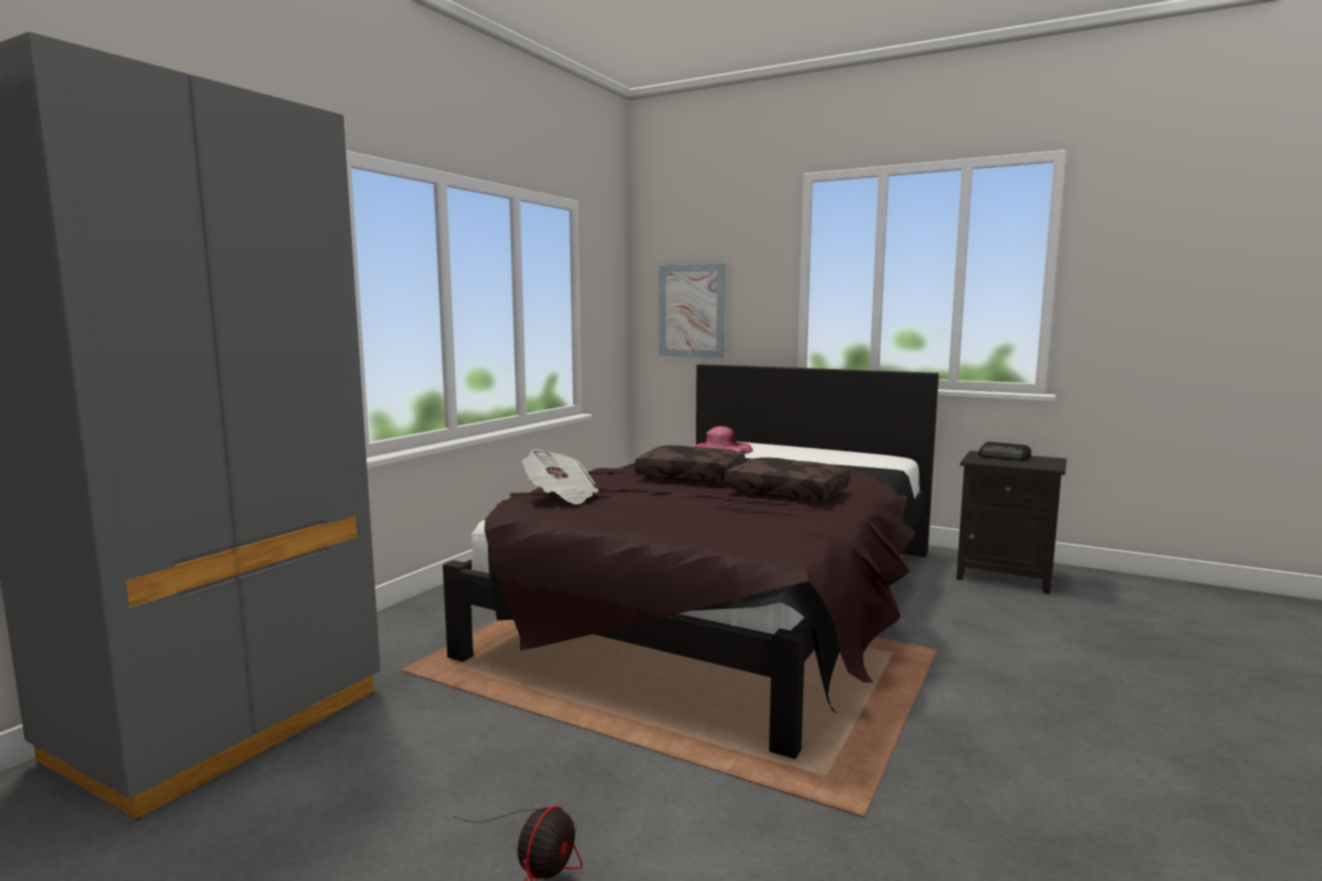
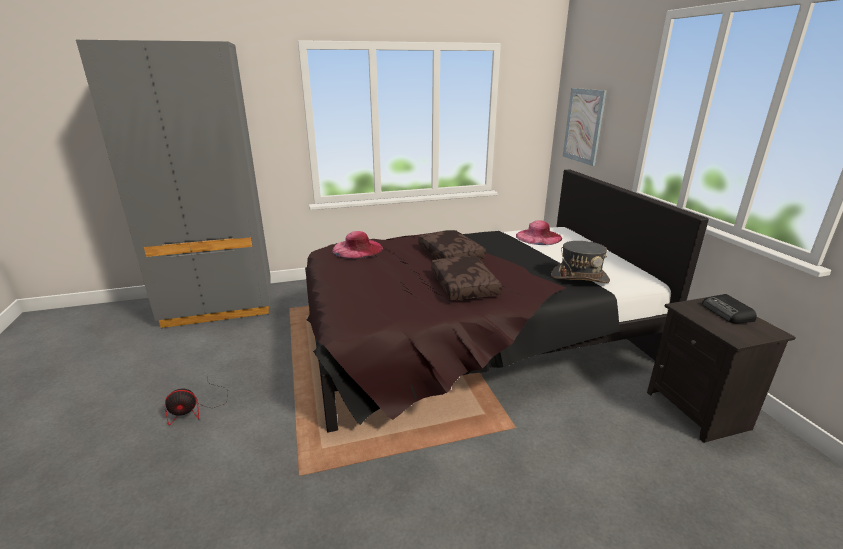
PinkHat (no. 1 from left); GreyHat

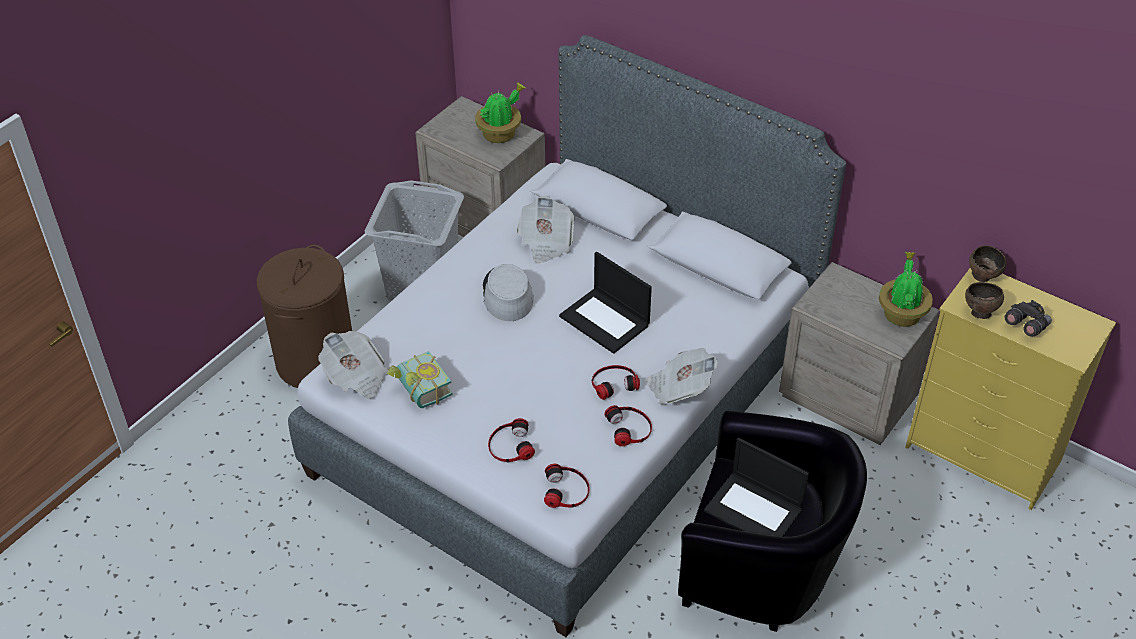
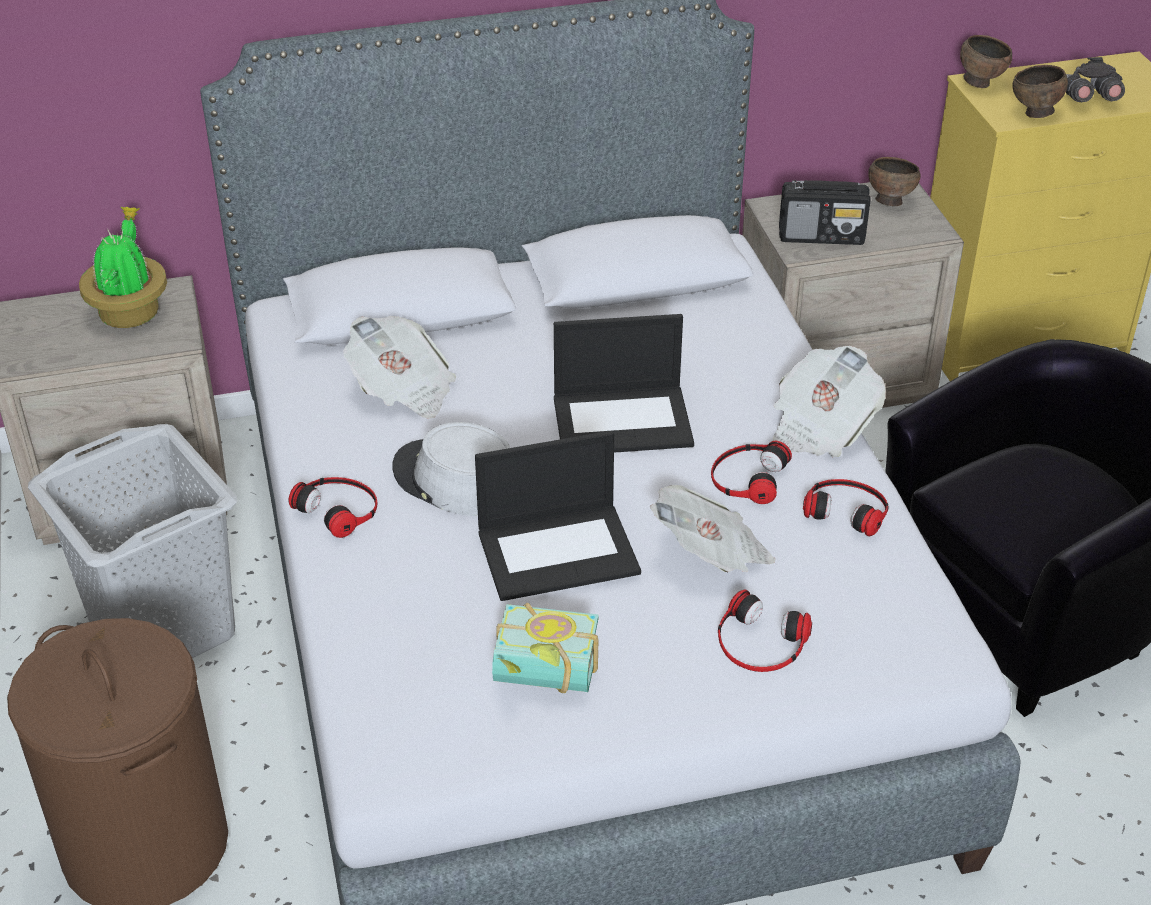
Newspaper (no. 2 from left); Headphones (no. 1 from left); Laptop (no. 1 from left); BrownBowl (no. 1 from left); Radio

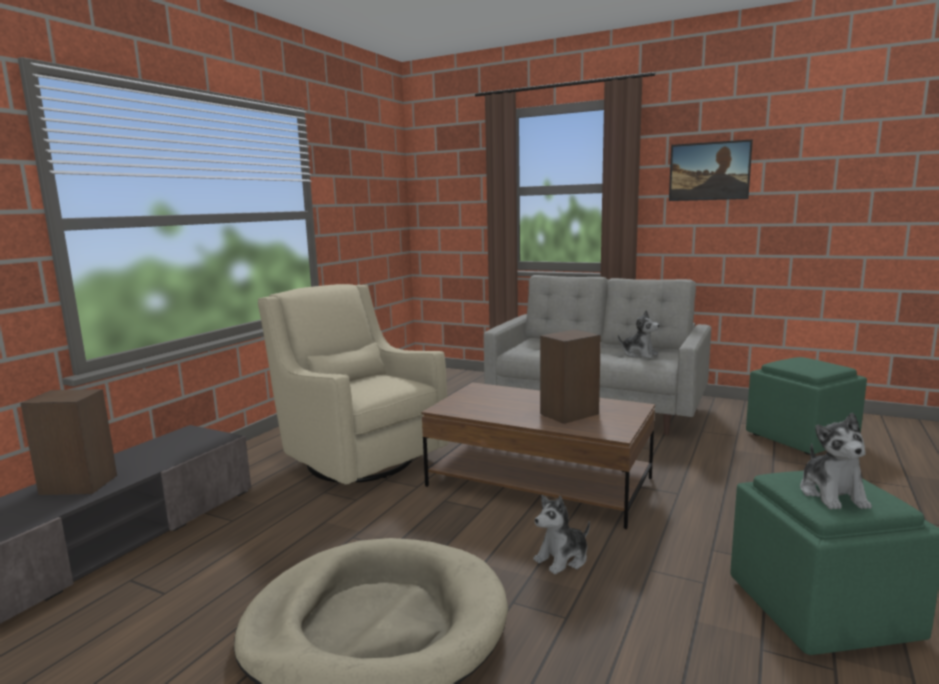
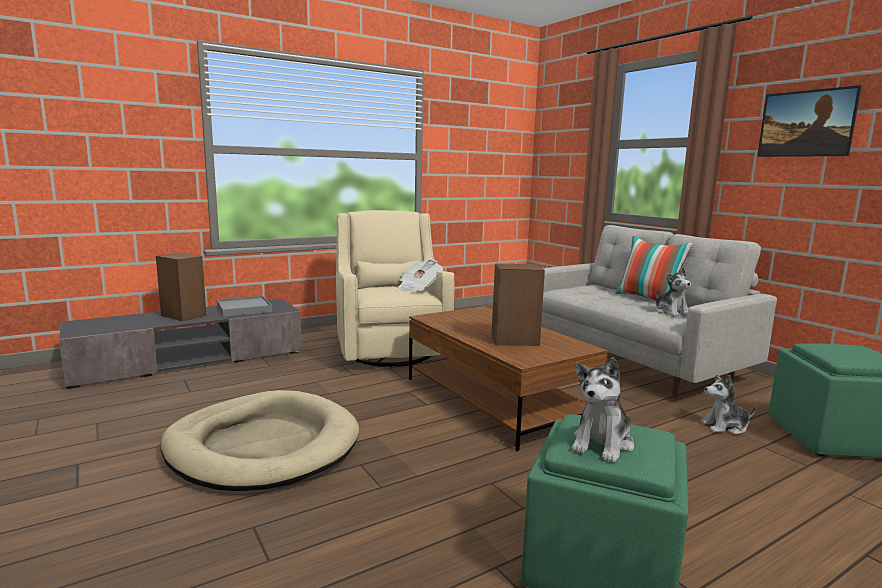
PlushToy (no. 3 from left); GreyTray; Newspaper; Pillow

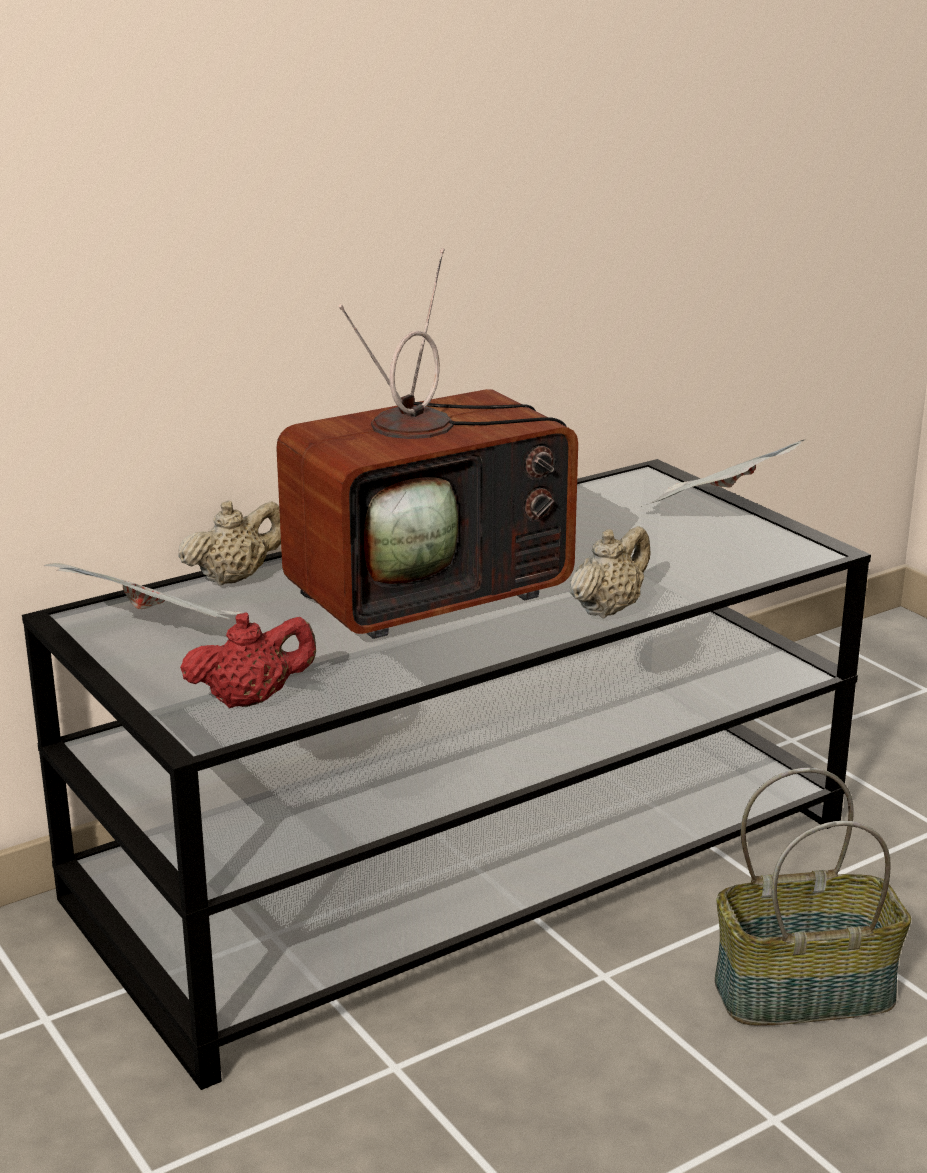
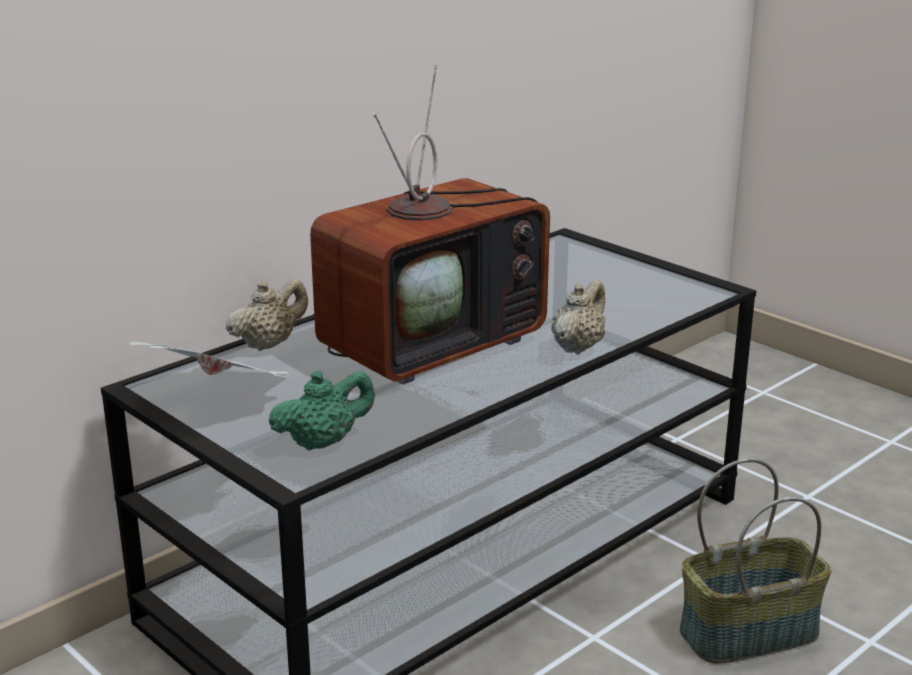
GreenTeapot; Newspaper (no. 2 from left in the first image)

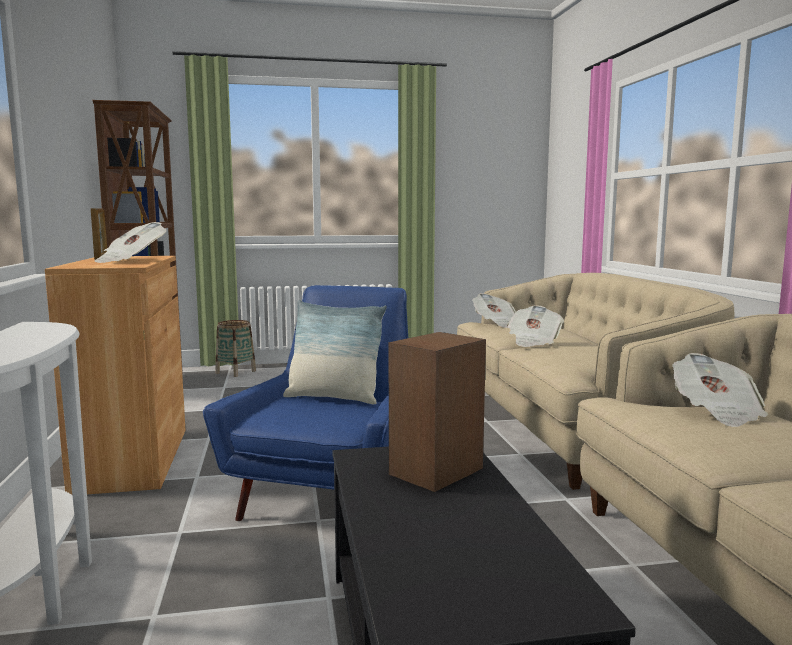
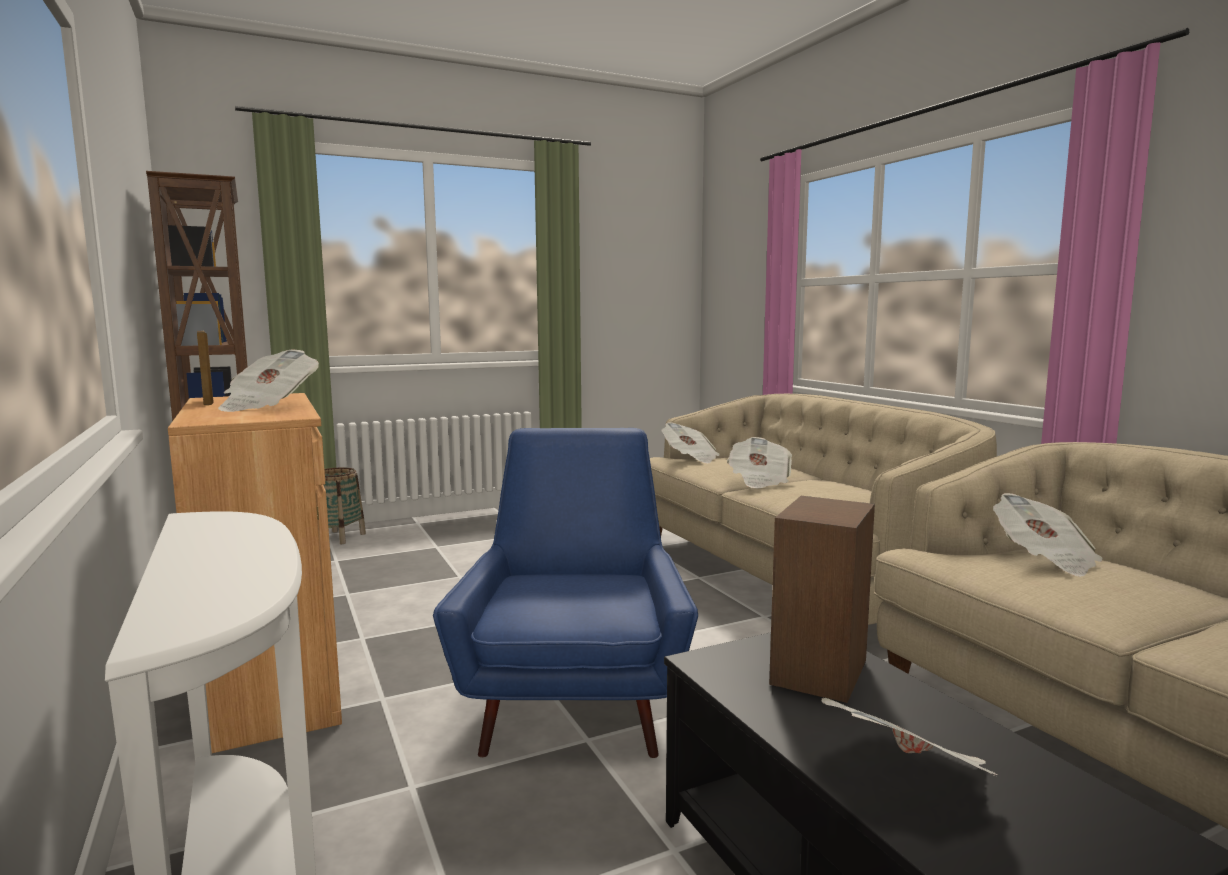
Pillow; Newspaper (no. 4 from left)

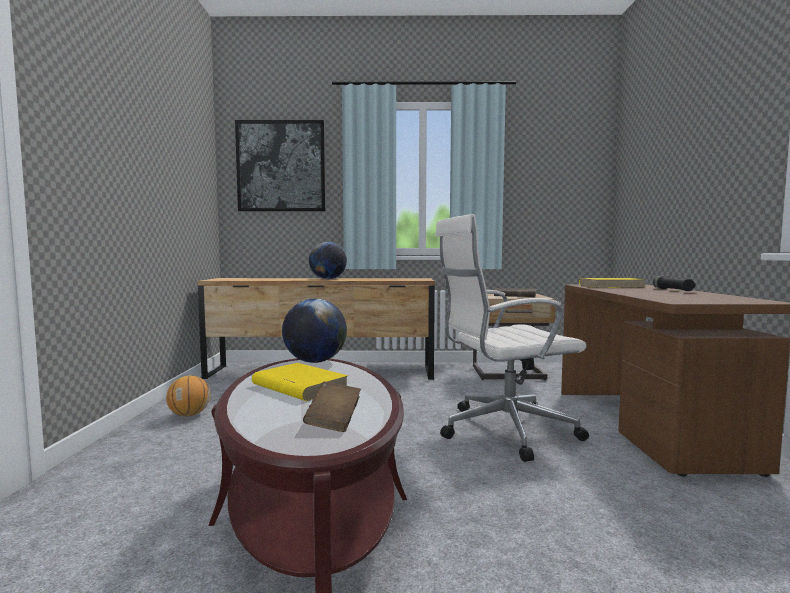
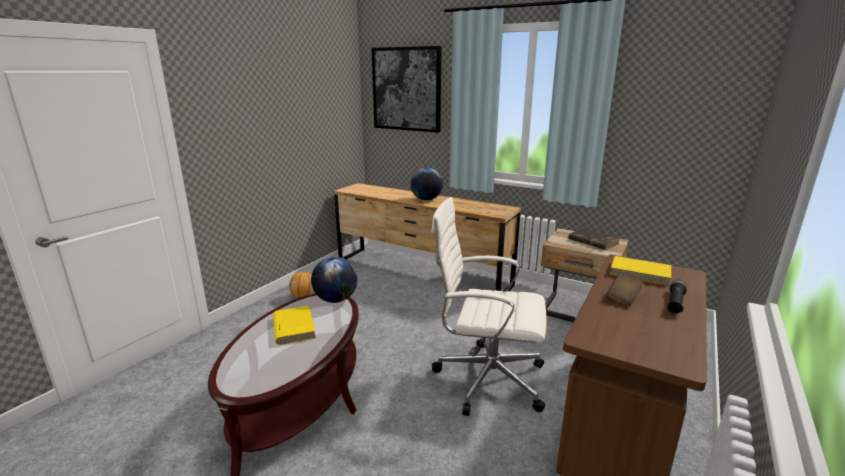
BrownBook (no. 2 from left)

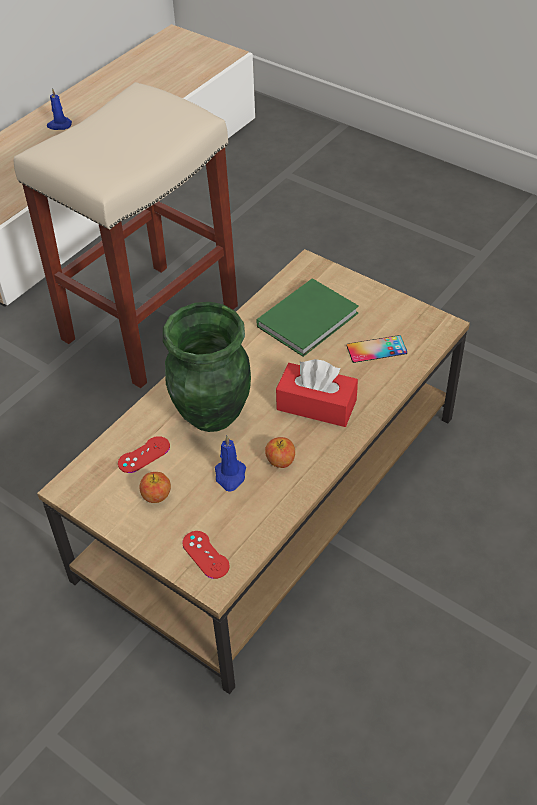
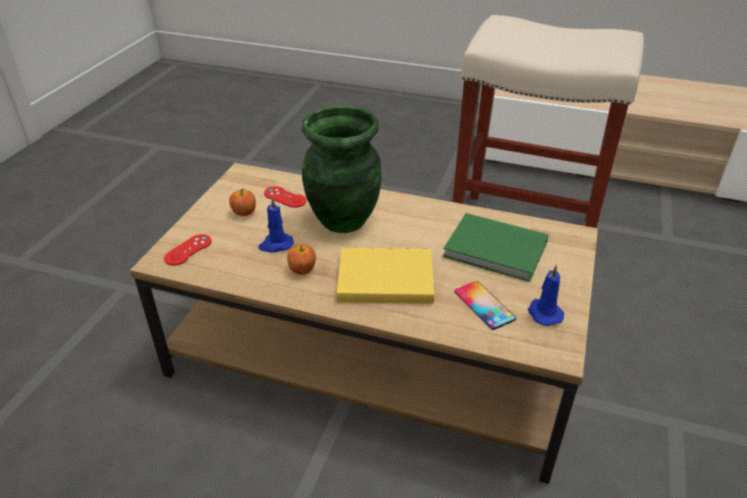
BlueCandle (no. 2 from left); YellowBook

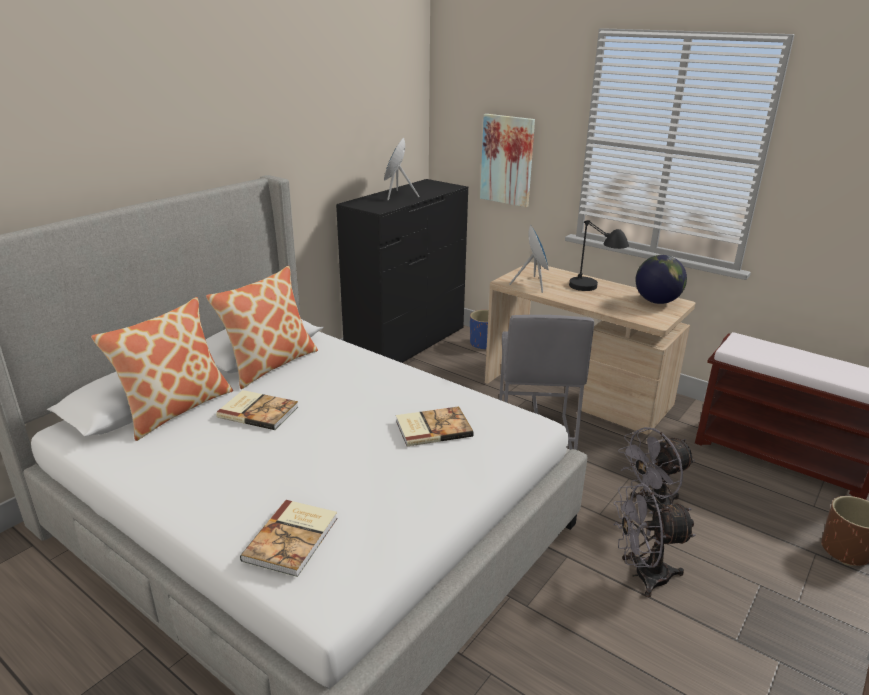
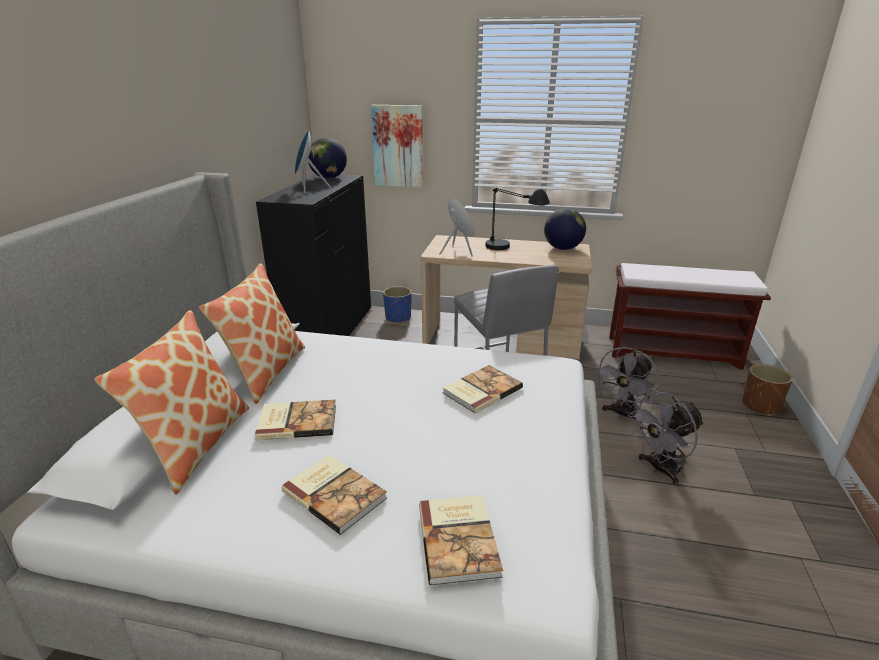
Book (no. 2 from left); Globe (no. 1 from left)

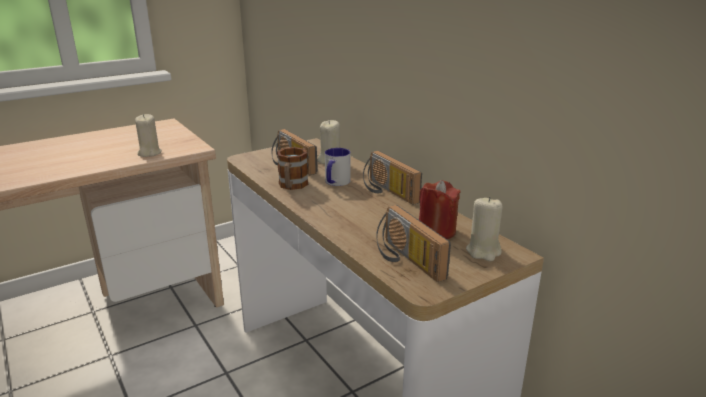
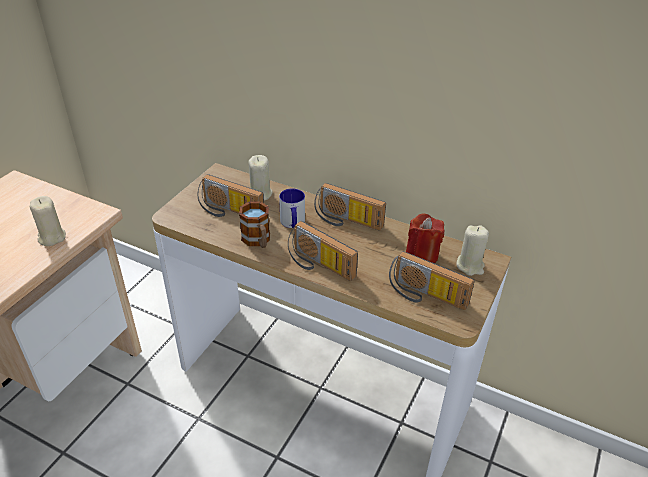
Radio (no. 2 from left)

